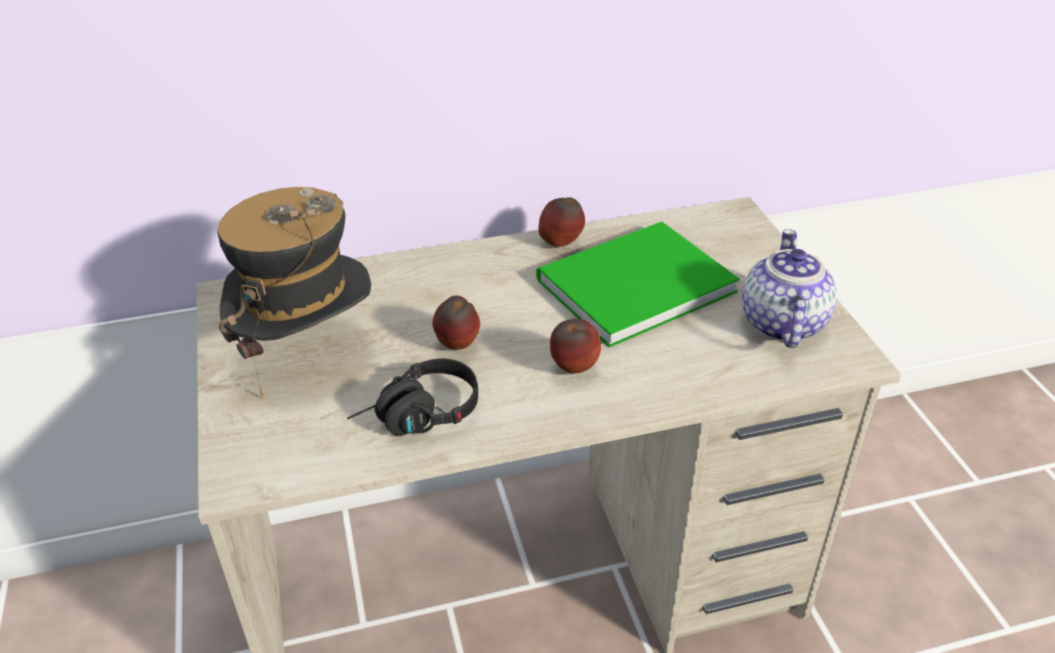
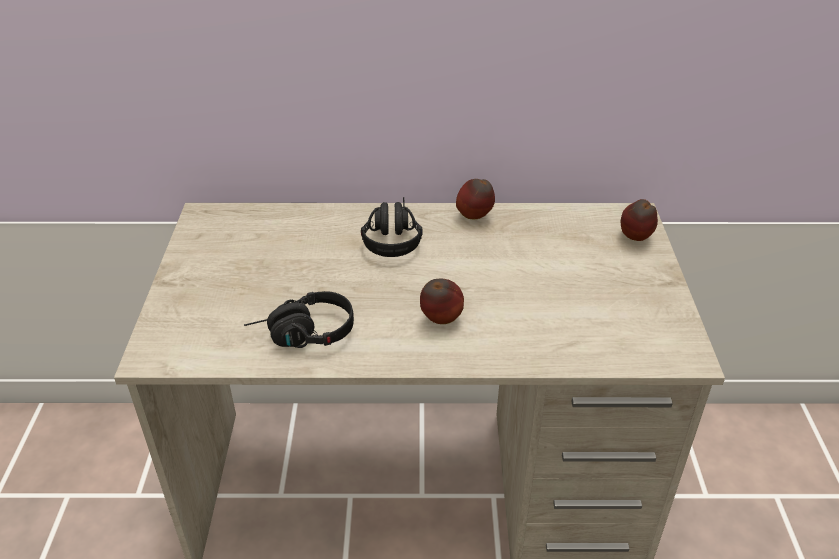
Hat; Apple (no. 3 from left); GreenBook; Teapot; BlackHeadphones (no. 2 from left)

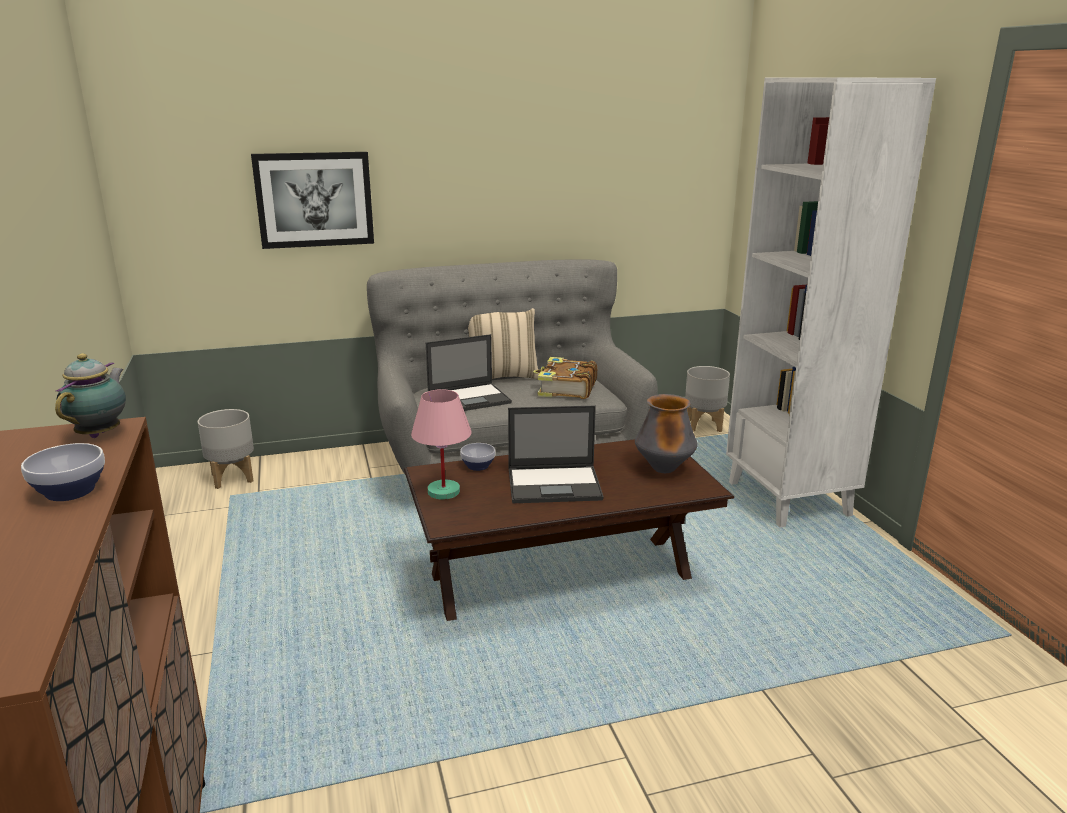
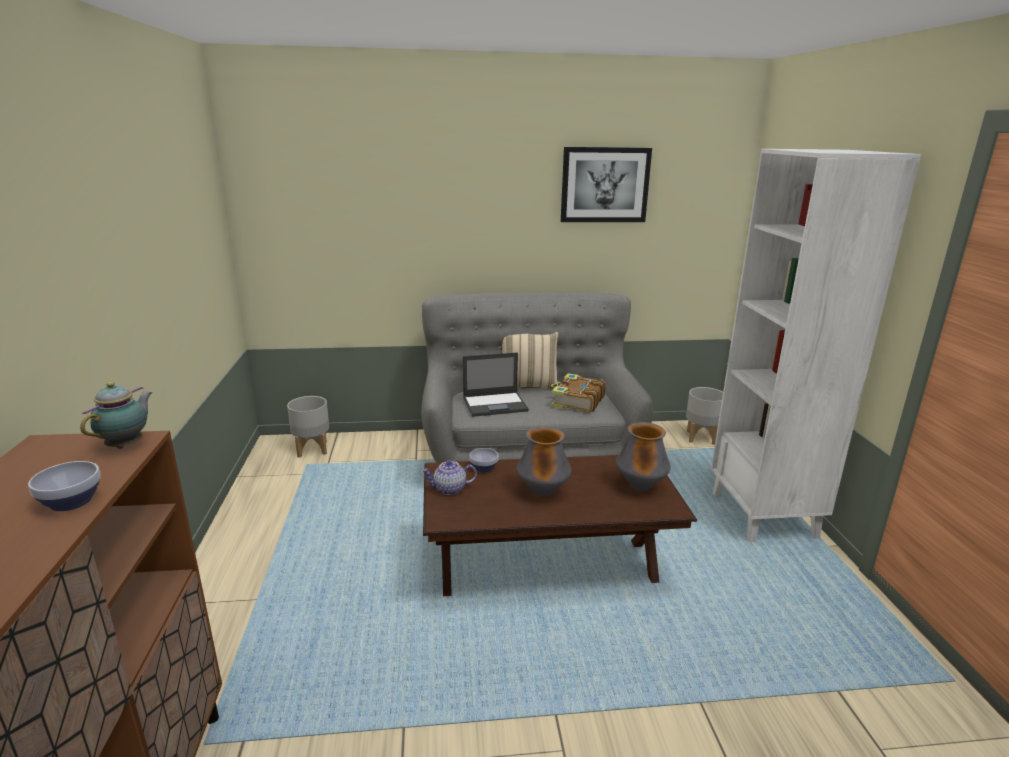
Picture; Teapot (no. 2 from left); Vase (no. 1 from left)

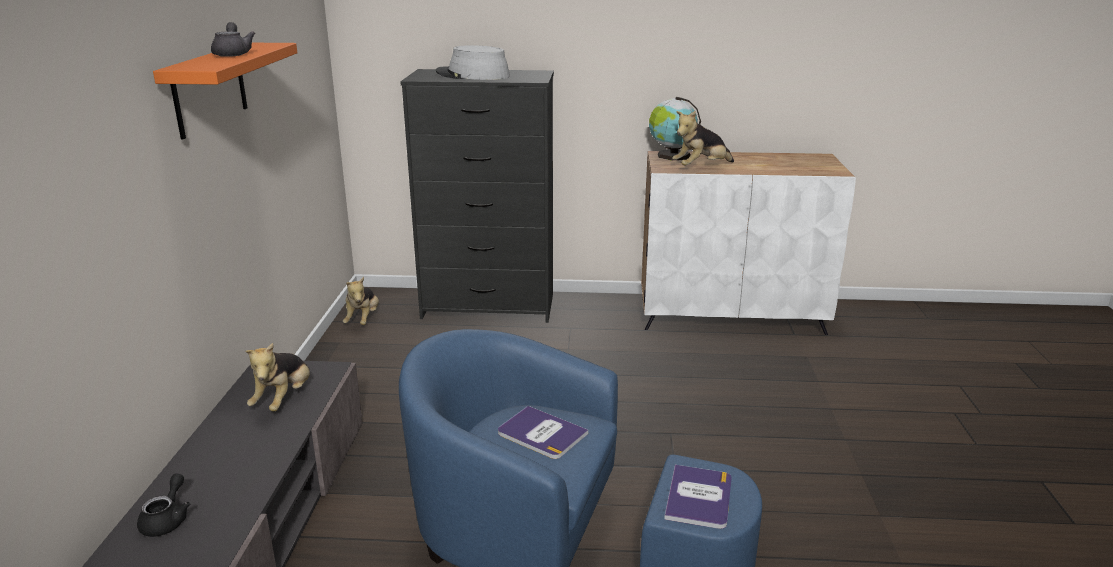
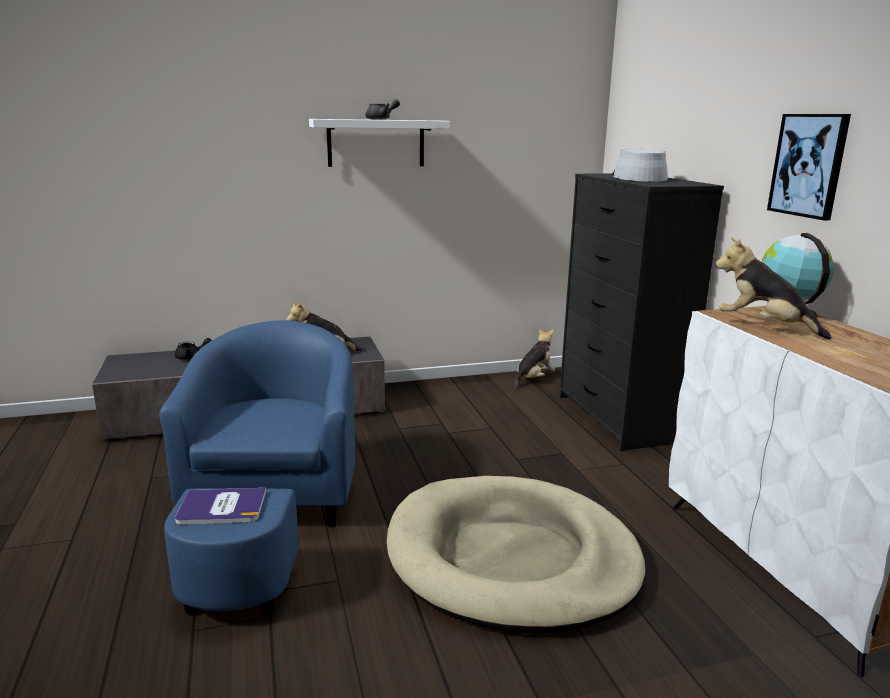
WhiteShelf; PlushToy (no. 2 from left); Book (no. 1 from left in the first image); BeigeDogBed; Picture

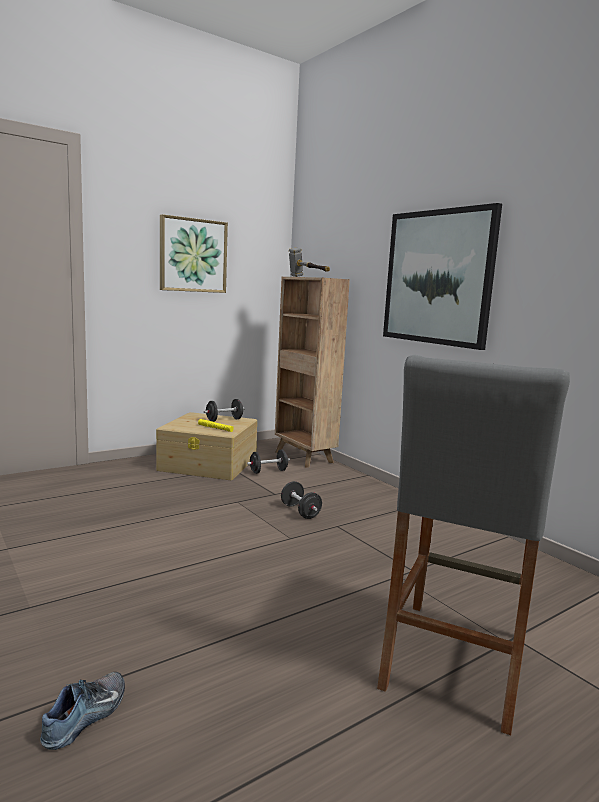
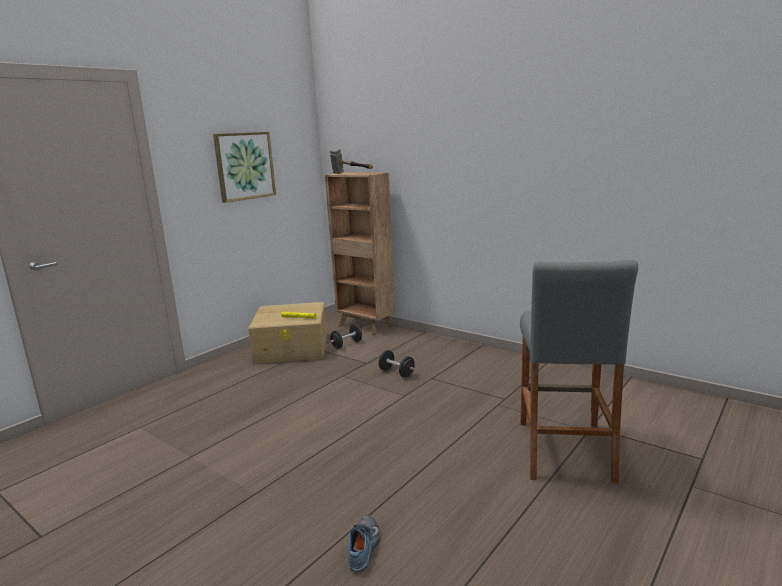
BlackDumbbell (no. 1 from left in the first image); Picture (no. 2 from left in the first image)

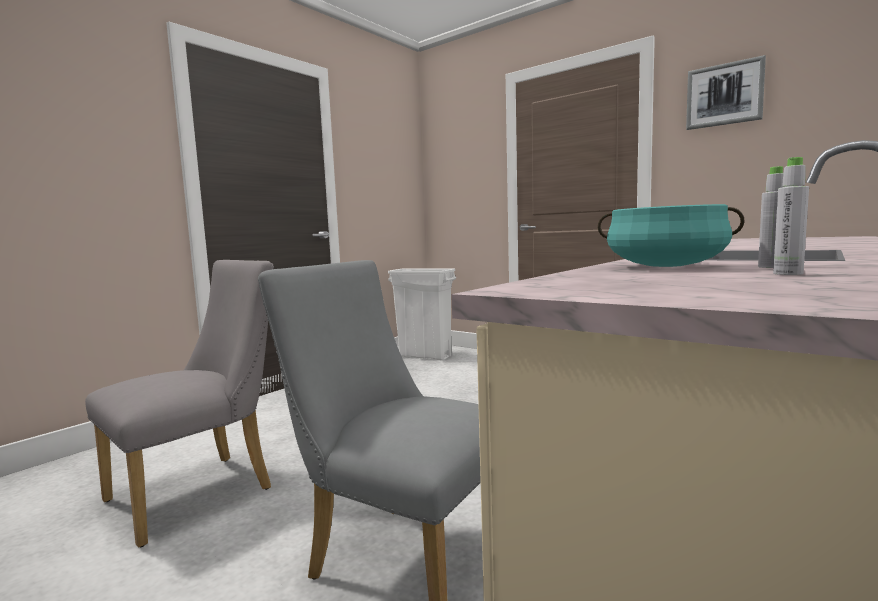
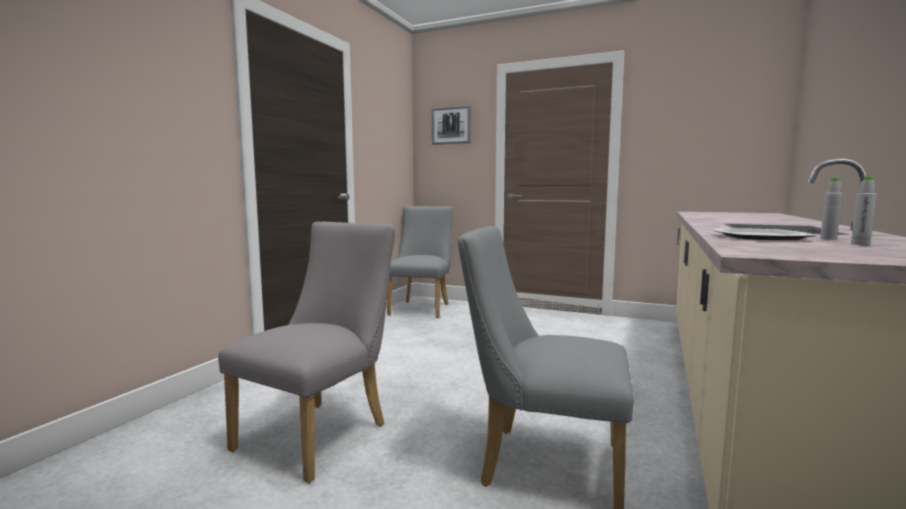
GreyChair (no. 2 from left); Plate; Picture

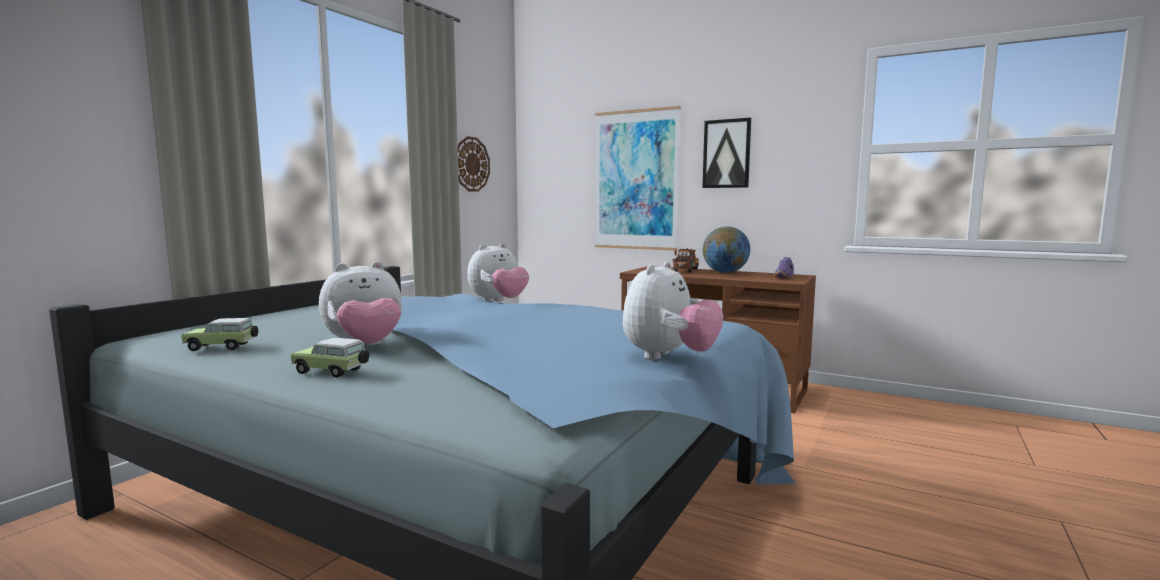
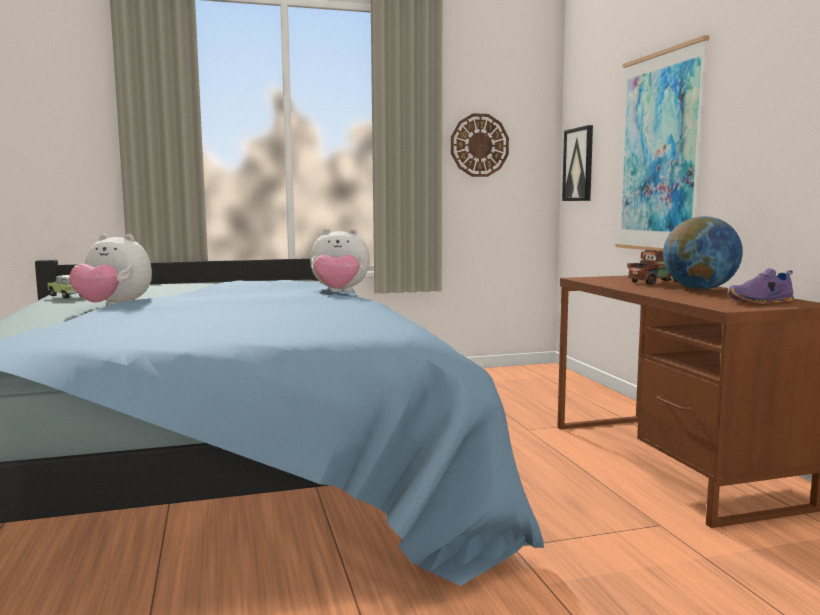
ToyCar (no. 2 from left in the first image); PlushToy (no. 3 from left in the first image); Picture (no. 1 from left)

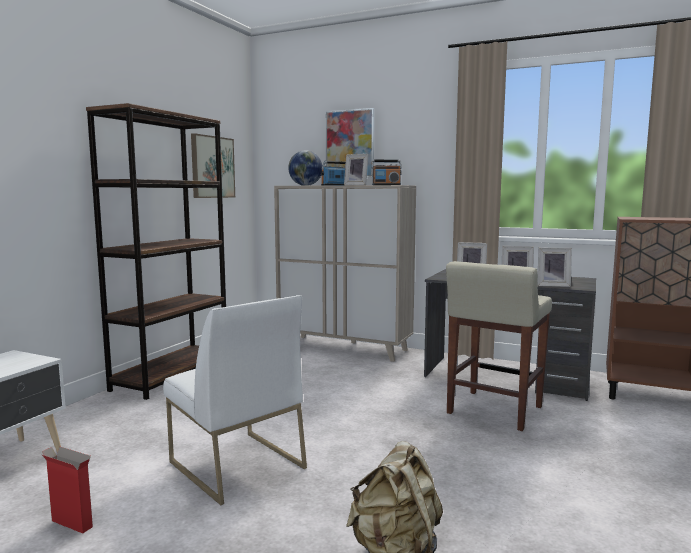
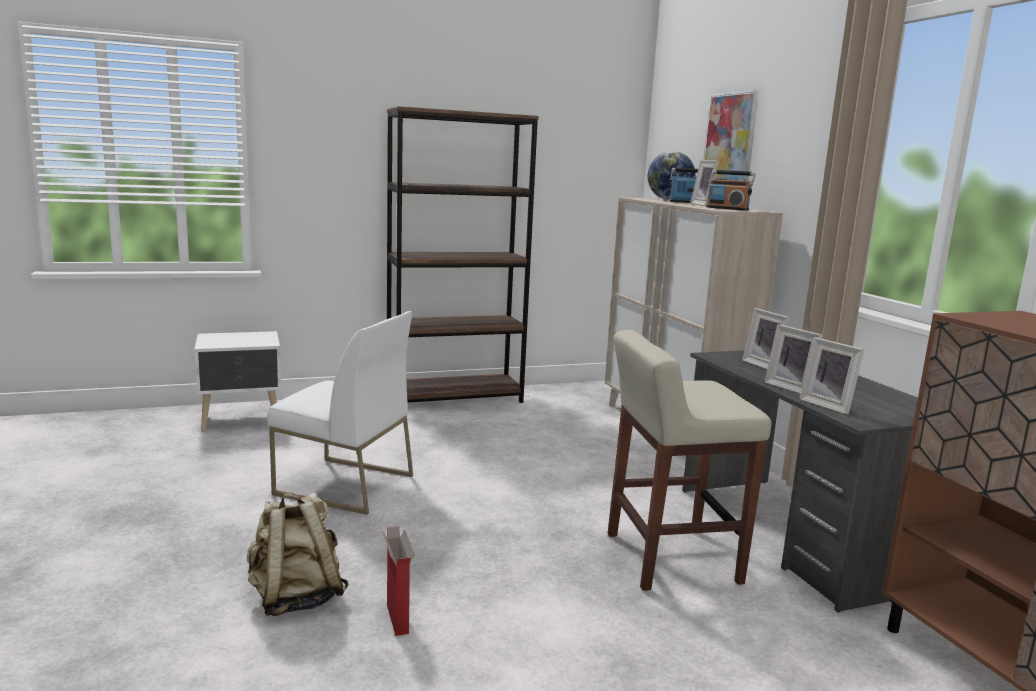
CardboardBox; WhiteChair; Picture (no. 1 from left in the first image)

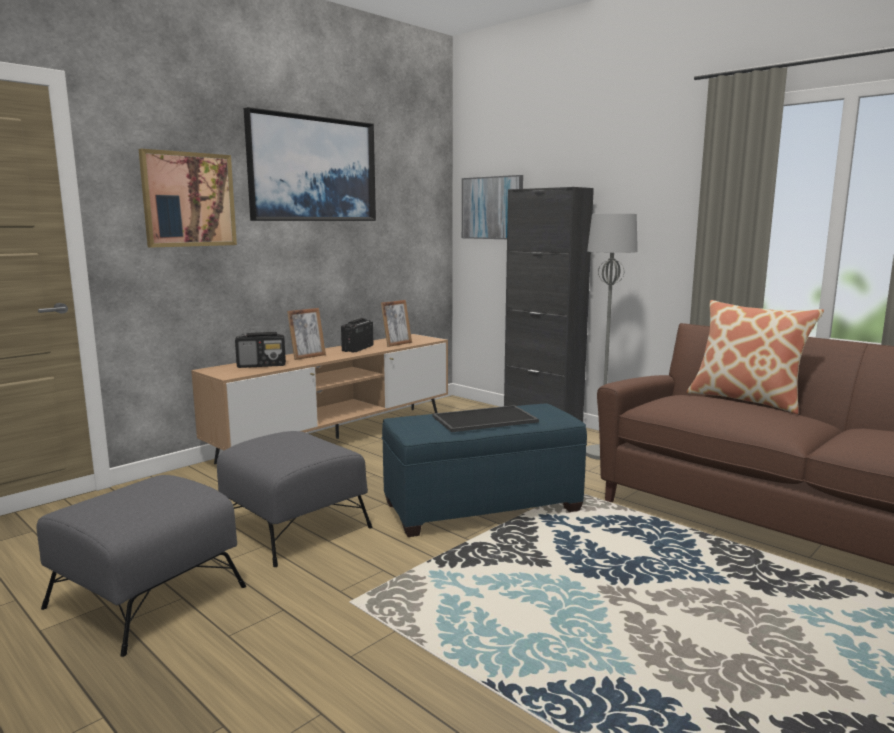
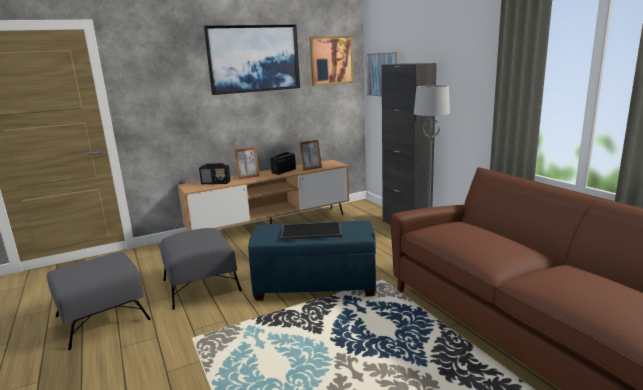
Picture (no. 2 from left); Pillow

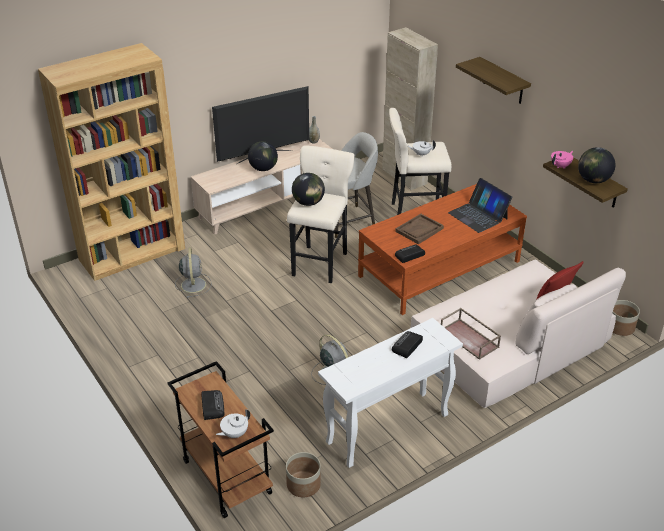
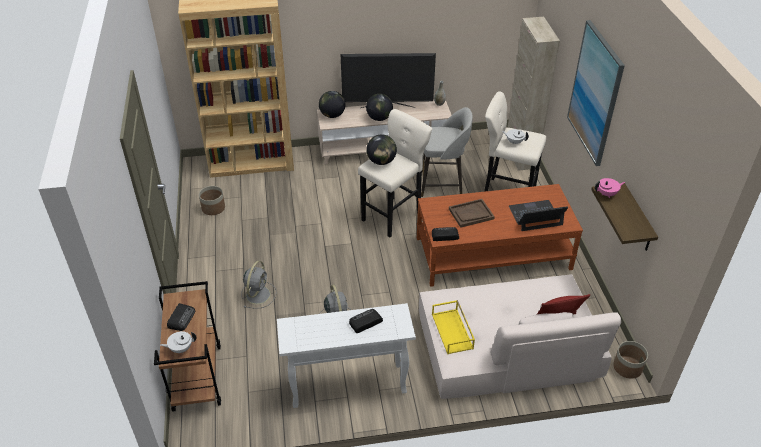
GreyFan (no. 1 from left); Planter (no. 1 from left); YellowTray; Laptop; Picture; Globe (no. 1 from left)

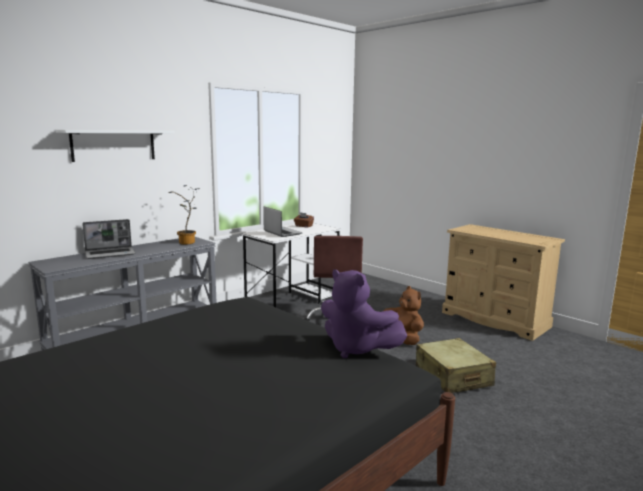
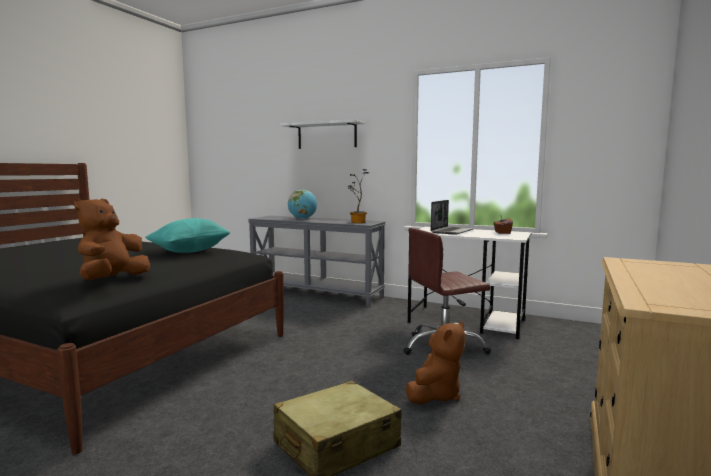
Globe; BrownPlushToy (no. 1 from left); TurquoisePillow

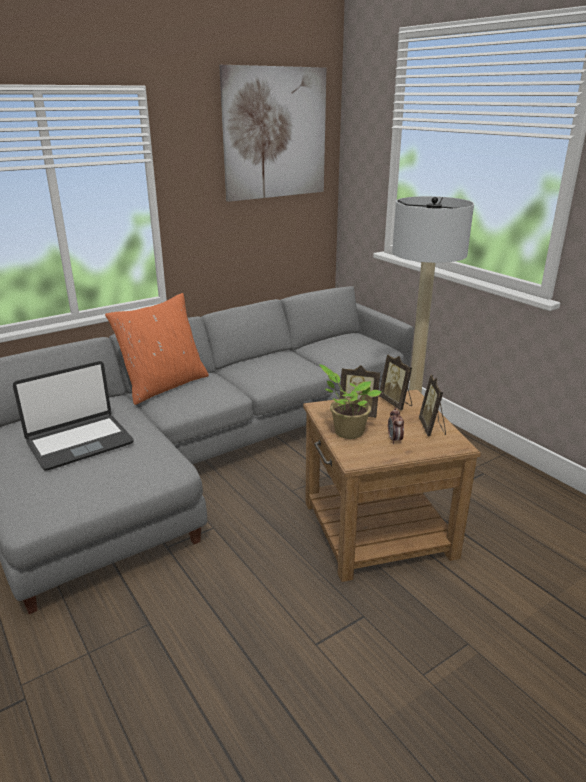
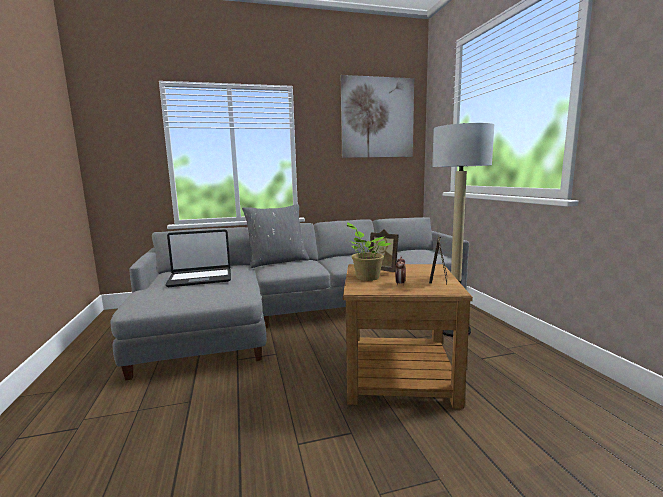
GreyPillow; PictureFrame (no. 2 from left in the first image)

